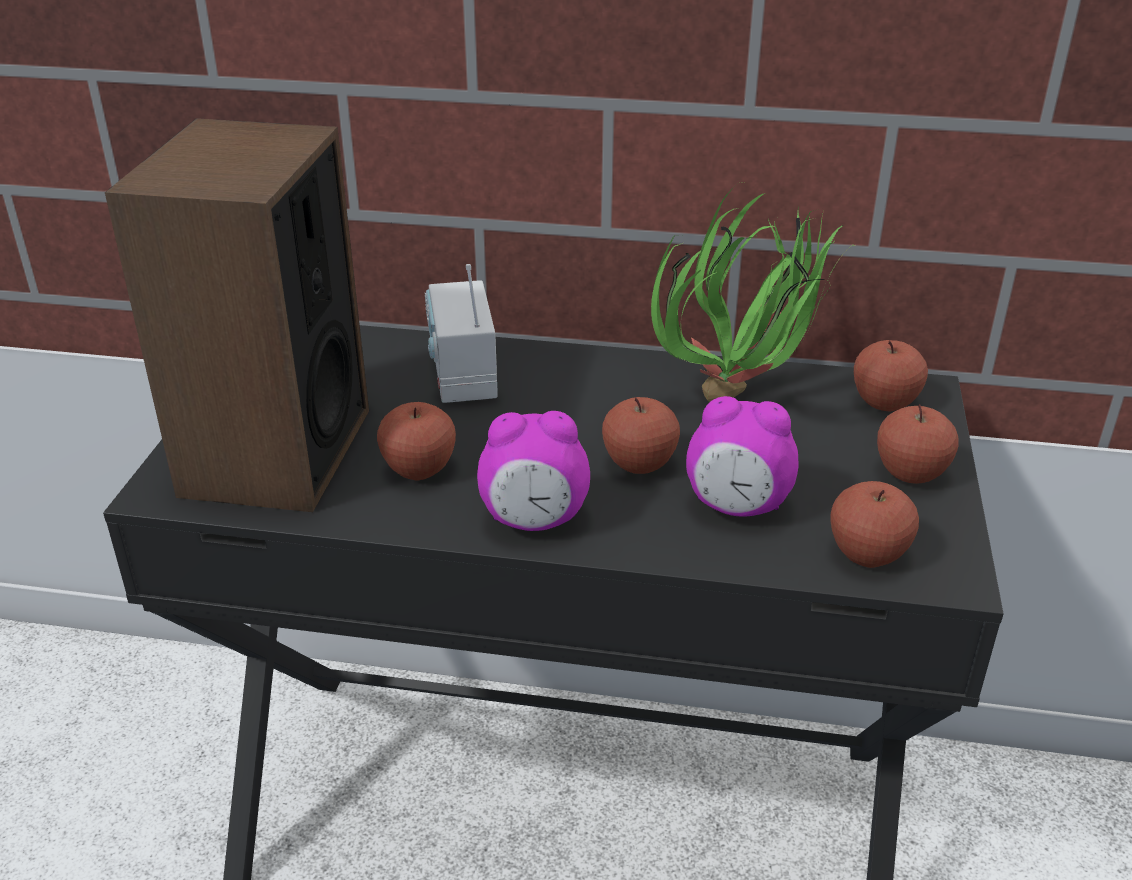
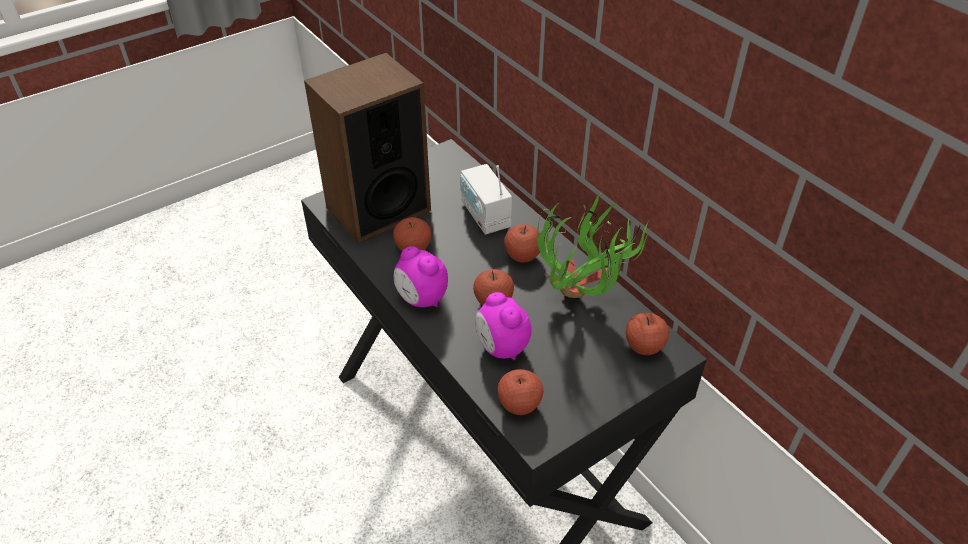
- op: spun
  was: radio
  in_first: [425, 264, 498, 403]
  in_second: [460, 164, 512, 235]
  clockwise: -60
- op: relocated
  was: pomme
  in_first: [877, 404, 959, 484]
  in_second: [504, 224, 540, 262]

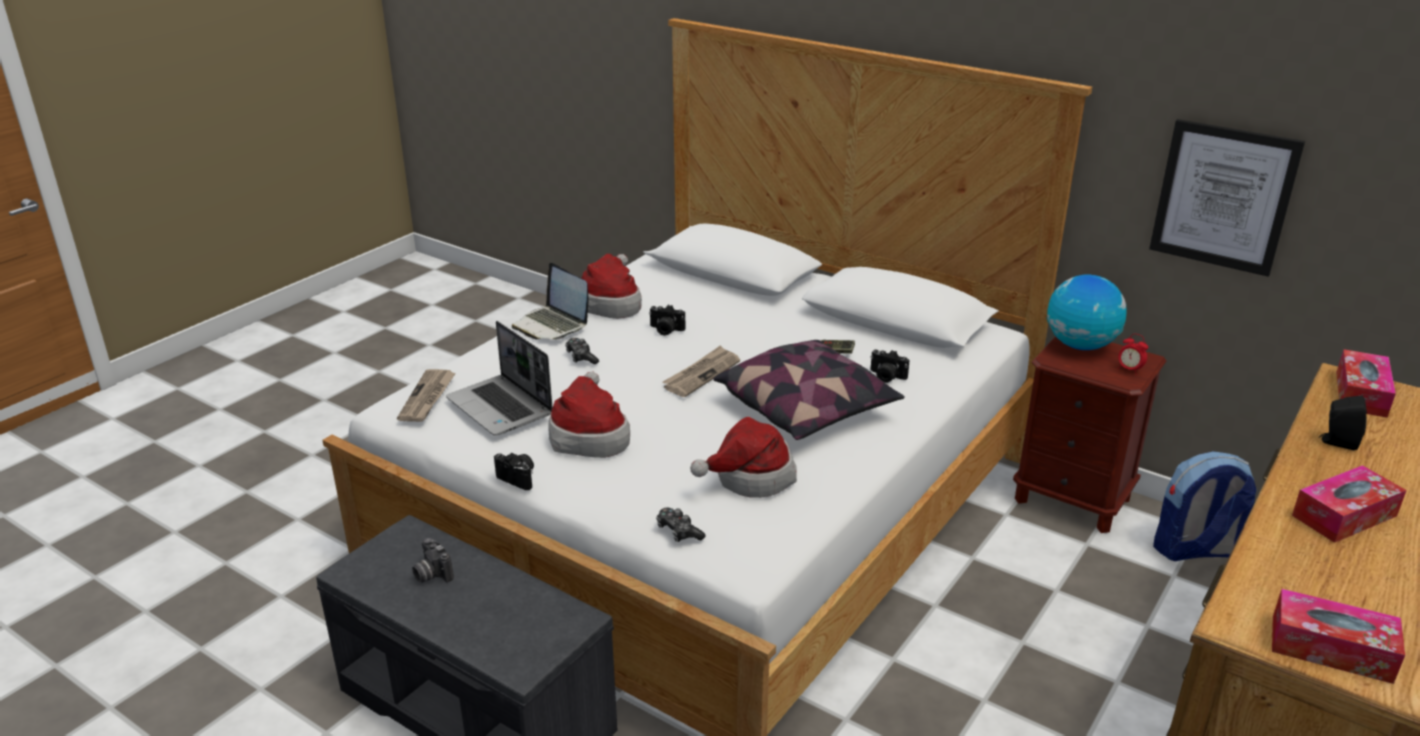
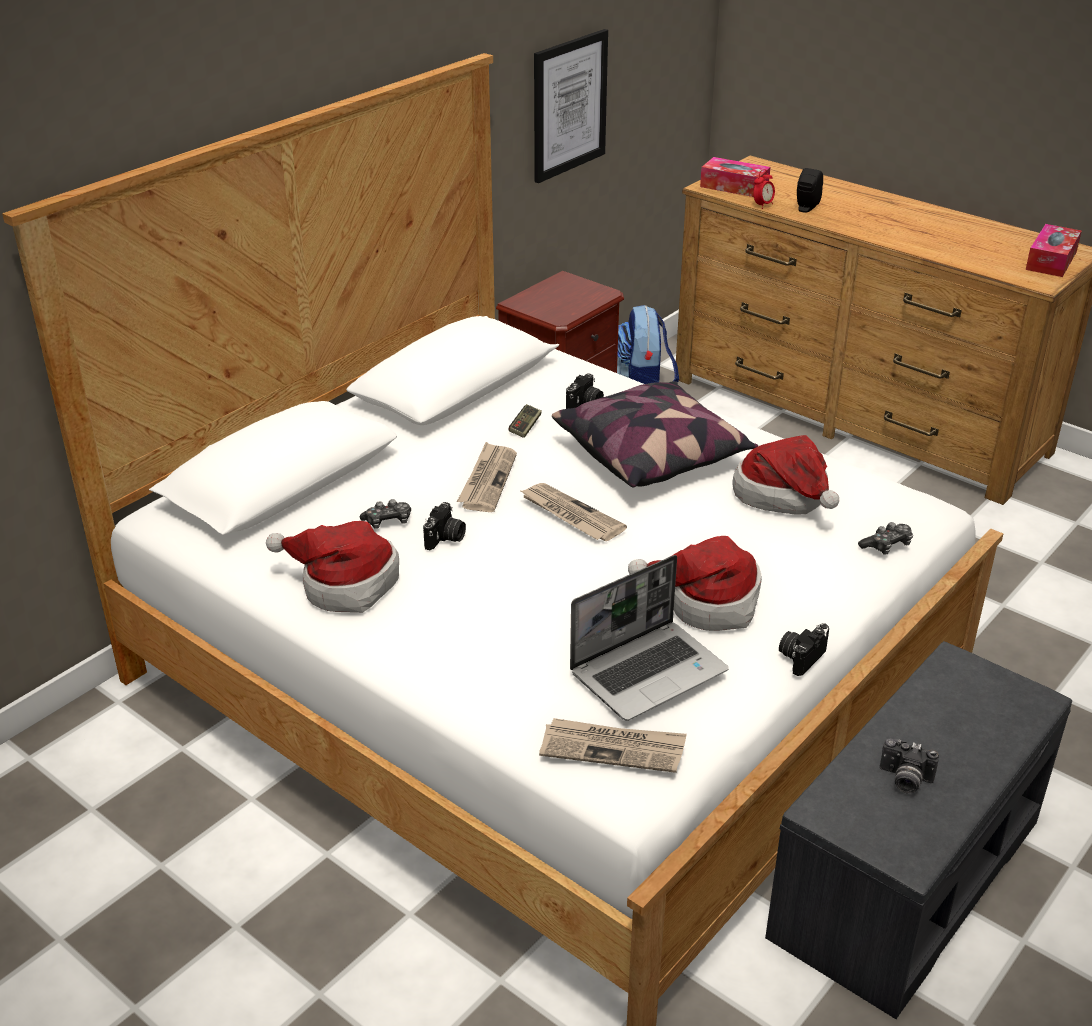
- op: relocated
  was: manette
  in_first: [565, 338, 599, 364]
  in_second: [360, 499, 411, 529]
- op: appeared
  now: journal
  in_second: [457, 442, 517, 512]
- op: relocated
  was: réveil
  in_first: [1118, 334, 1148, 375]
  in_second: [753, 169, 775, 209]
- op: spun
  was: appareil photo
  in_first: [412, 538, 454, 583]
  in_second: [880, 739, 939, 794]
  clockwise: 60
- op: missing
  was: ordinateur portable
  in_first: [512, 263, 588, 339]
- op: missing
  was: globe
  in_first: [1046, 275, 1127, 350]
- op: missing
  was: boîte à mouchoirs
  in_first: [1292, 465, 1407, 543]

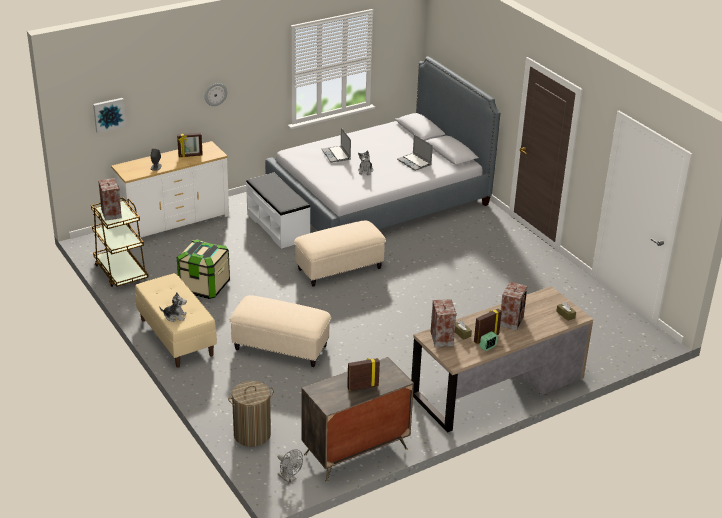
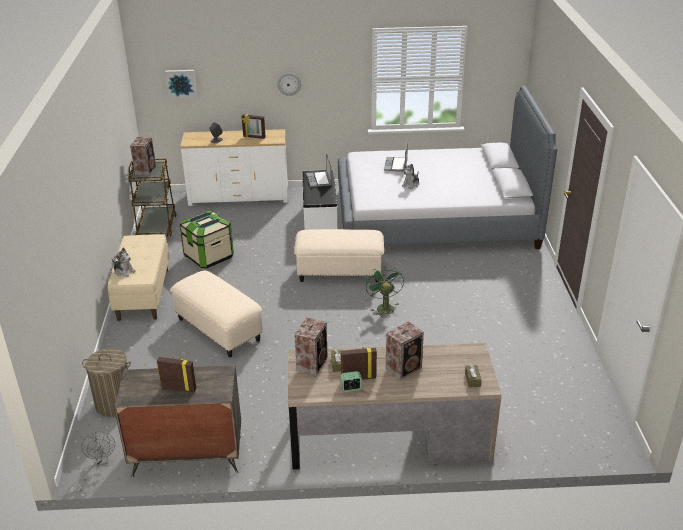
- op: relocated
  was: ordinateur portable
  in_first: [397, 135, 433, 171]
  in_second: [306, 153, 332, 187]
- op: appeared
  now: ventilateur/vert
  in_second: [366, 266, 404, 318]

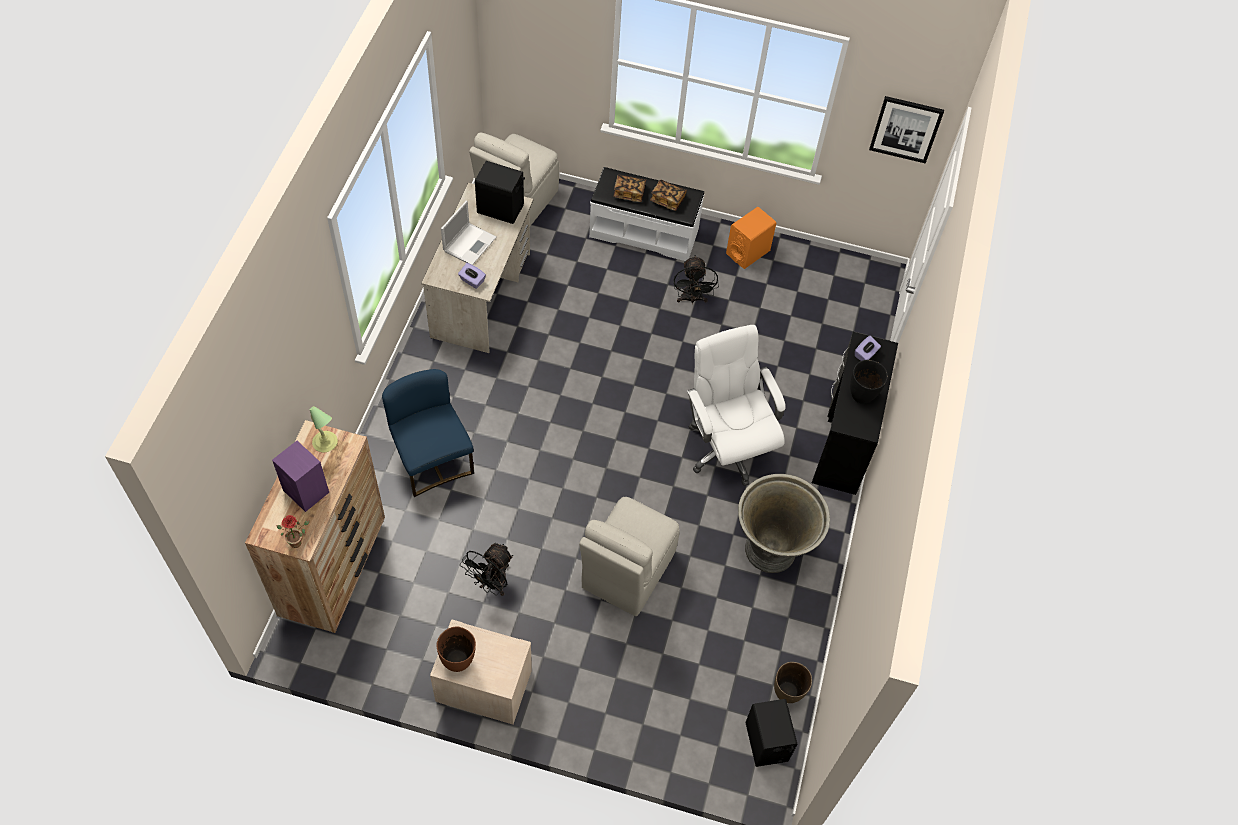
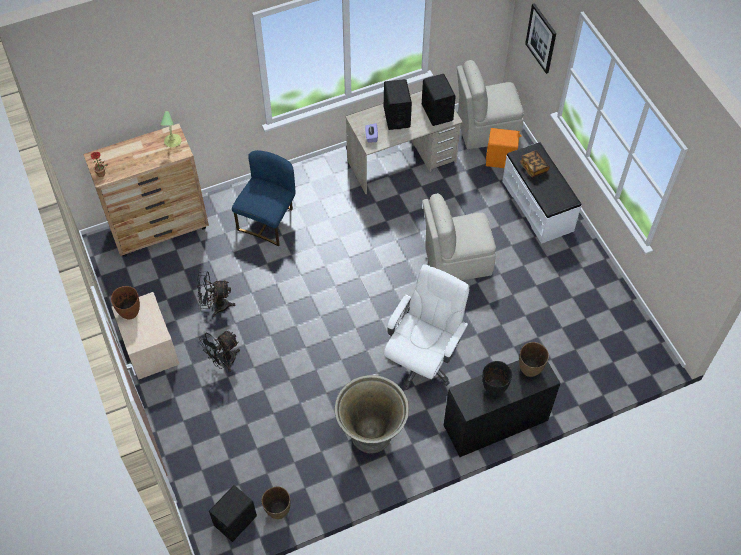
- op: relocated
  was: ventilateur/noir
  in_first: [674, 255, 719, 304]
  in_second: [199, 331, 240, 372]
- op: exchanged
  was: ordinateur portable
  now: enceinte/noir
  in_first: [441, 201, 496, 265]
  in_second: [384, 79, 412, 130]
- op: relocated
  was: chaise/beige
  in_first: [579, 497, 680, 616]
  in_second: [422, 193, 496, 280]
- op: relocated
  was: enceinte/orange
  in_first: [726, 207, 776, 269]
  in_second: [486, 128, 521, 168]
- op: exchanged
  was: boîte à mouchoirs/violet
  now: vase/marron
  in_first: [855, 336, 881, 361]
  in_second: [519, 342, 549, 377]
- op: relocated
  was: tableau
  in_first: [869, 96, 944, 163]
  in_second: [525, 3, 556, 74]
- op: missing
  was: enceinte/violet
  in_first: [272, 441, 329, 512]
- op: missing
  was: livre
  in_first: [650, 180, 687, 211]

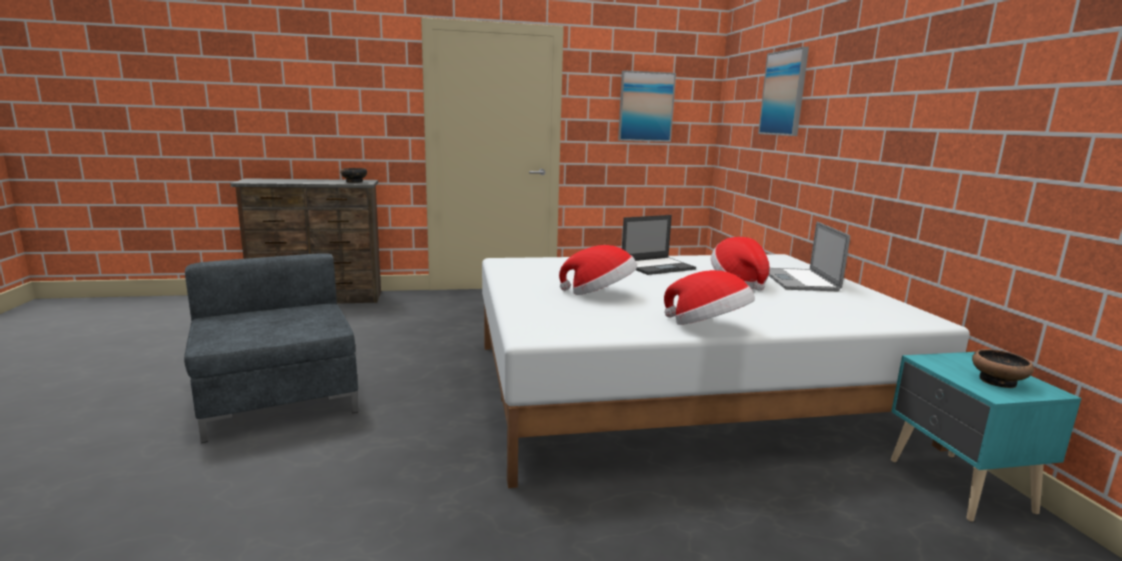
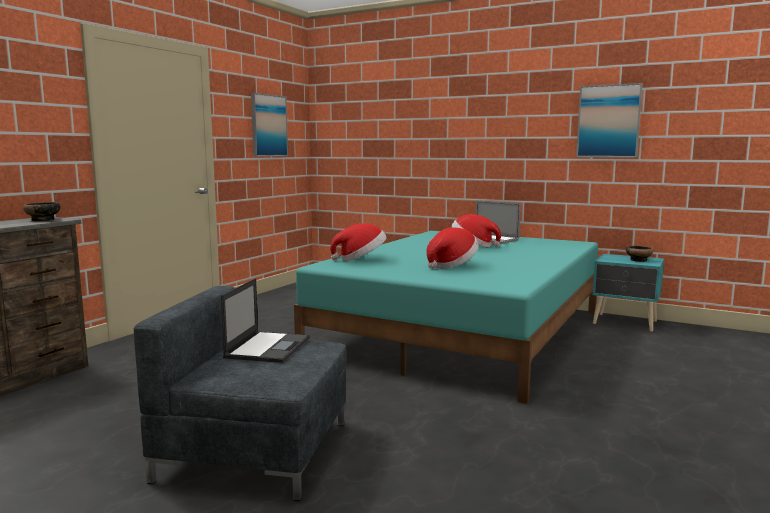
- op: relocated
  was: ordinateur portable
  in_first: [622, 215, 696, 275]
  in_second: [221, 278, 310, 363]
- op: colour
  was: lit/blanc
  now: lit/turquoise
  in_first: [482, 254, 970, 488]
  in_second: [294, 231, 598, 404]
- op: relocated
  was: chapeau
  in_first: [664, 270, 755, 325]
  in_second: [330, 223, 387, 261]
- op: relocated
  was: tableau
  in_first: [758, 47, 809, 136]
  in_second: [576, 83, 643, 158]

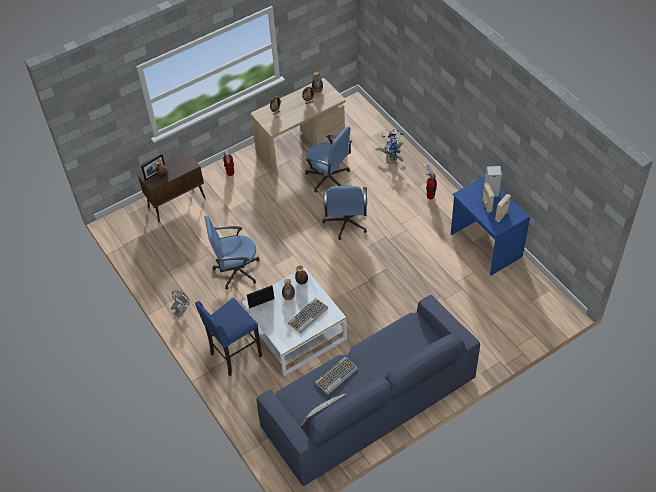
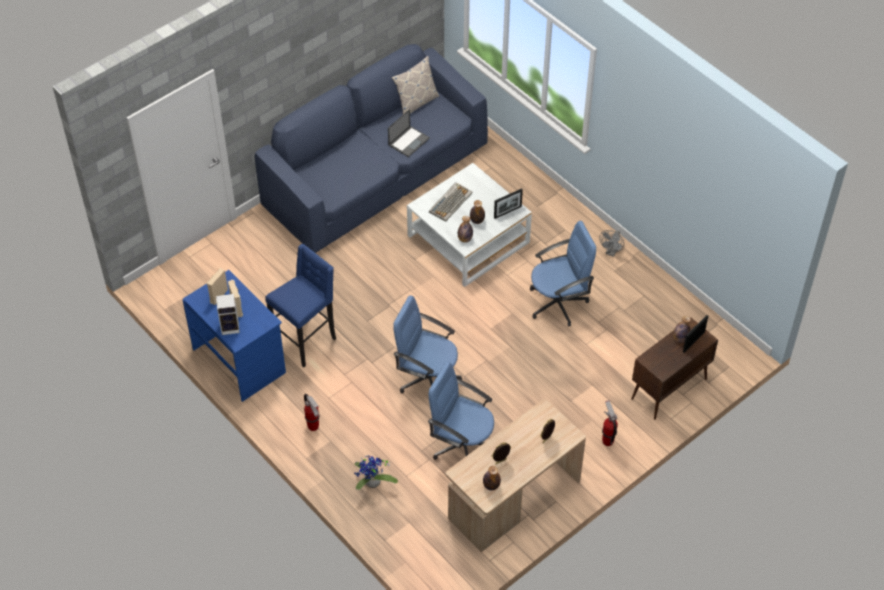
- op: relocated
  was: tabouret/bleu
  in_first: [195, 298, 262, 376]
  in_second: [265, 244, 336, 367]
- op: exchanged
  was: clavier
  now: ordinateur portable
  in_first: [315, 357, 358, 395]
  in_second: [388, 109, 430, 157]
- op: spun
  was: chaise de bureau/bleu
  in_first: [322, 185, 367, 240]
  in_second: [393, 295, 462, 393]
  clockwise: -60

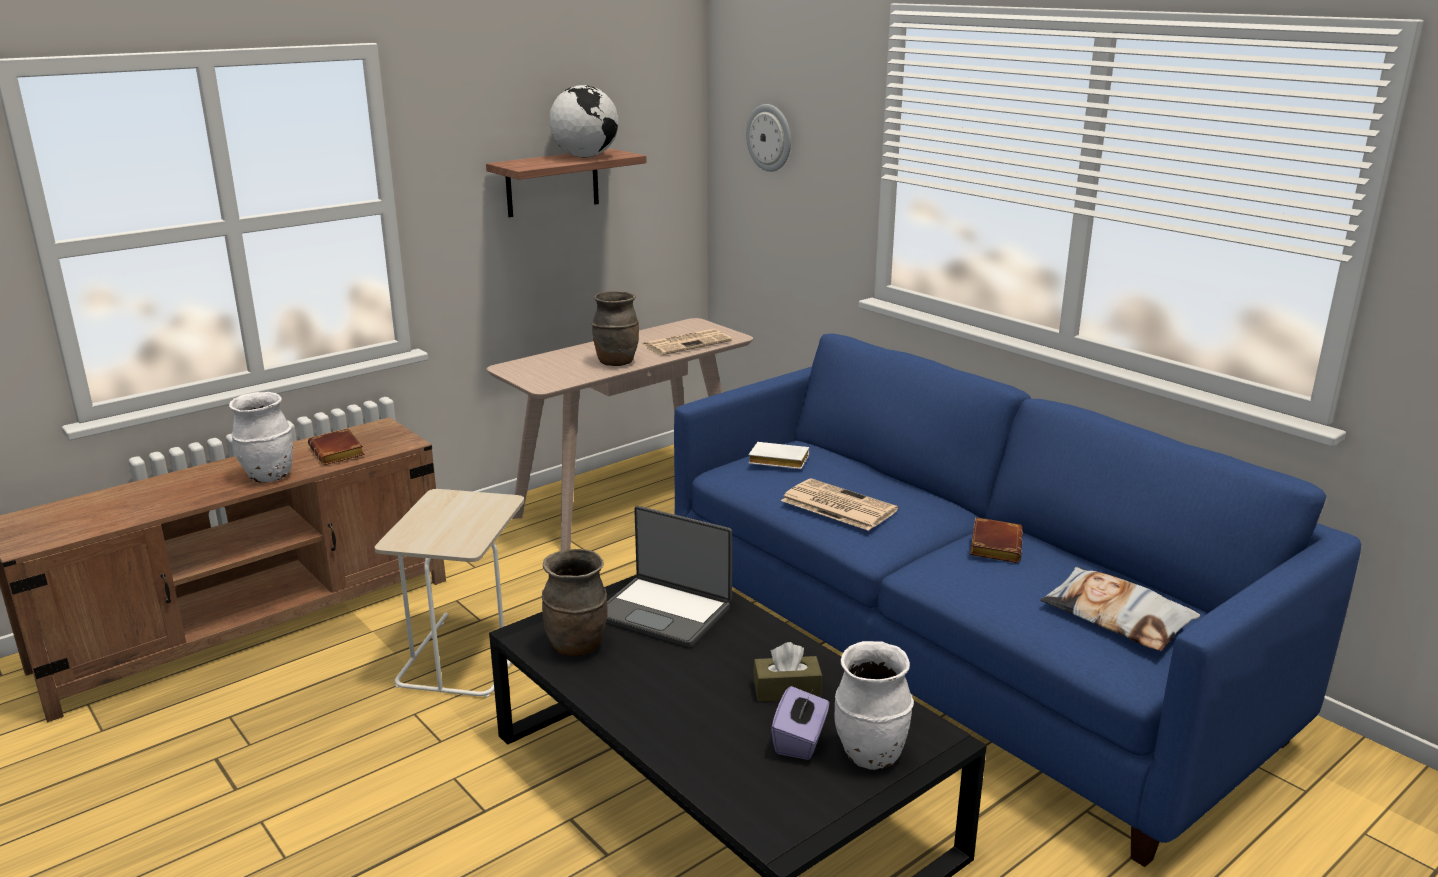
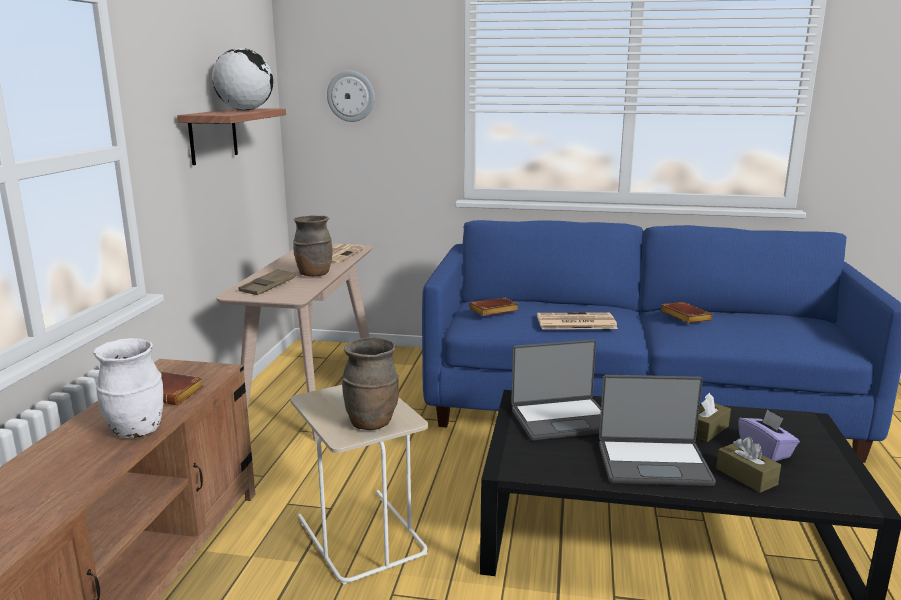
- op: appeared
  now: plateau/marron
  in_second: [239, 269, 296, 295]
- op: relocated
  was: vase/marron
  in_first: [542, 549, 607, 656]
  in_second: [342, 337, 399, 430]
- op: colour
  was: livre/blanc
  now: livre/marron
  in_first: [748, 442, 809, 469]
  in_second: [469, 297, 519, 316]
- op: appeared
  now: ordinateur portable
  in_second: [599, 375, 716, 486]
- op: appeared
  now: boîte à mouchoirs/marron
  in_second: [716, 437, 781, 493]
- op: missing
  was: vase/blanc
  in_first: [834, 641, 914, 770]
- op: missing
  was: coussin
  in_first: [1041, 567, 1200, 651]

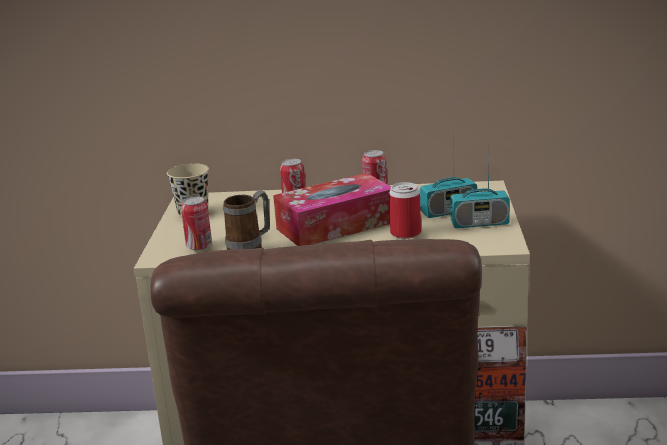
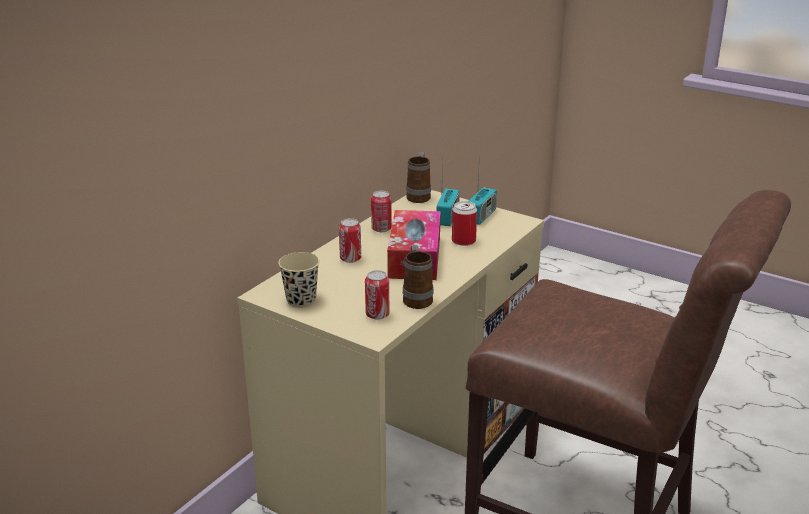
- op: appeared
  now: mug
  in_second: [406, 152, 431, 203]

